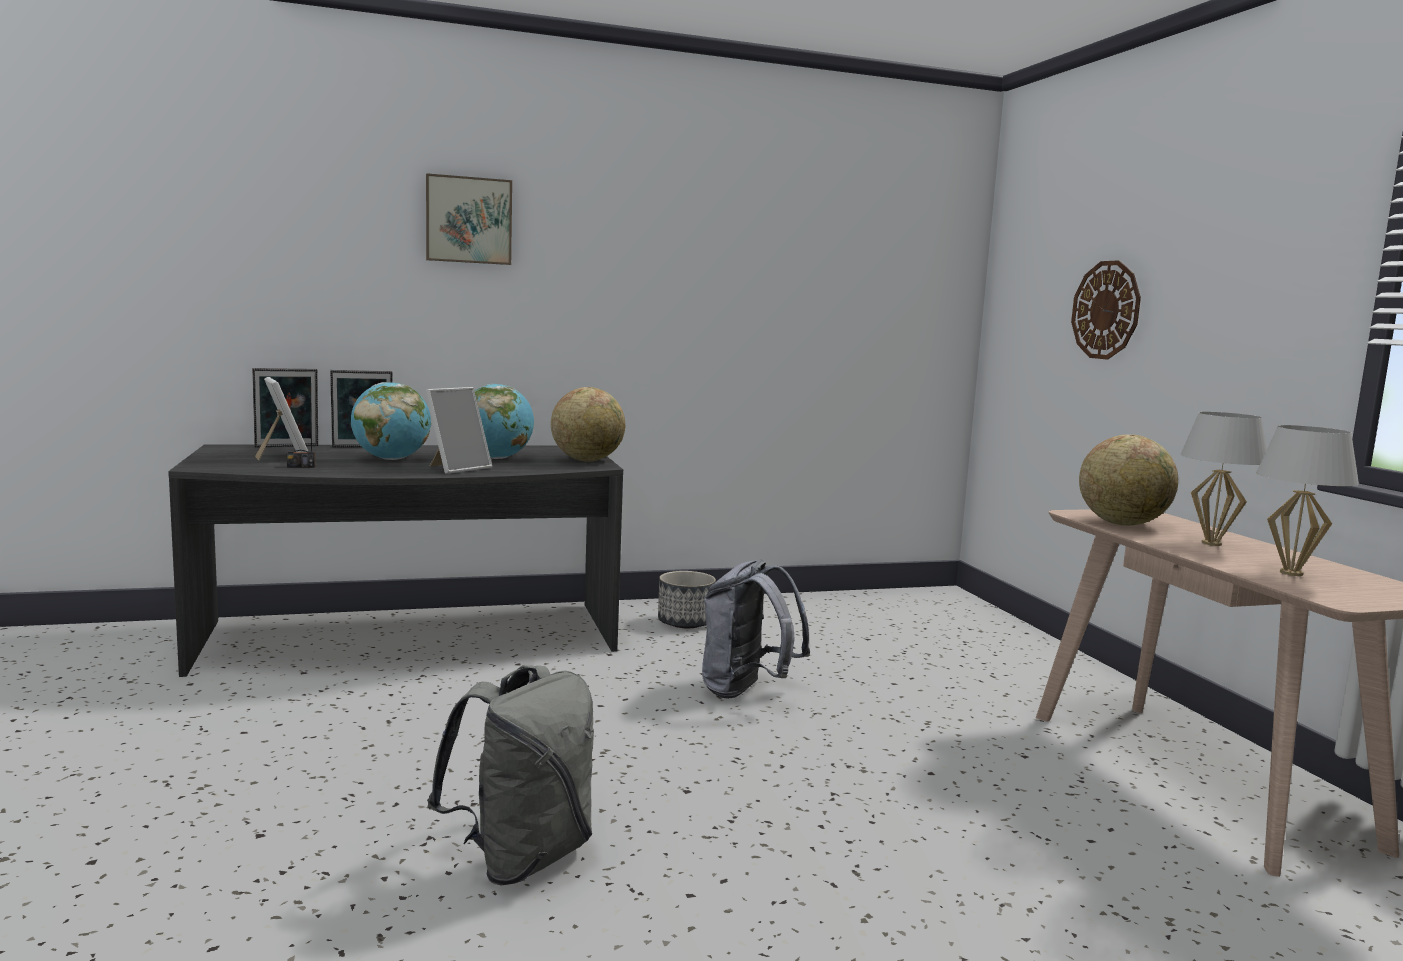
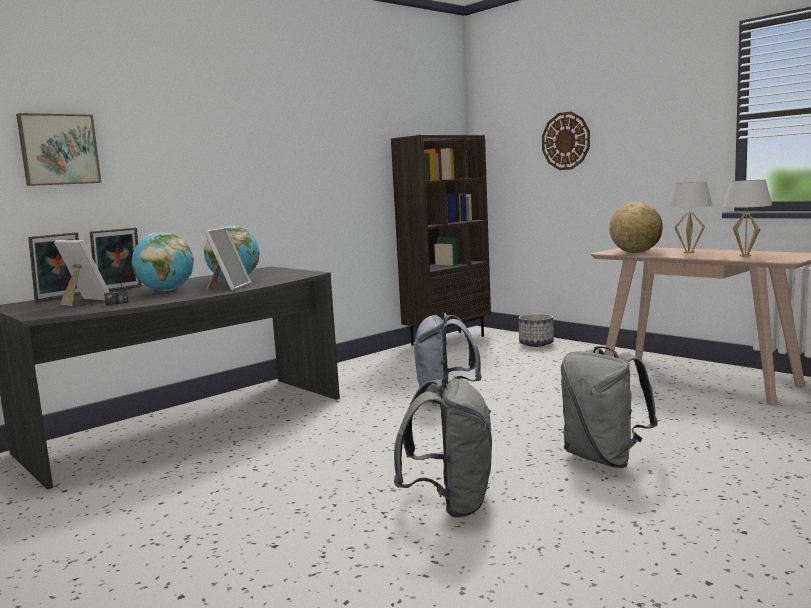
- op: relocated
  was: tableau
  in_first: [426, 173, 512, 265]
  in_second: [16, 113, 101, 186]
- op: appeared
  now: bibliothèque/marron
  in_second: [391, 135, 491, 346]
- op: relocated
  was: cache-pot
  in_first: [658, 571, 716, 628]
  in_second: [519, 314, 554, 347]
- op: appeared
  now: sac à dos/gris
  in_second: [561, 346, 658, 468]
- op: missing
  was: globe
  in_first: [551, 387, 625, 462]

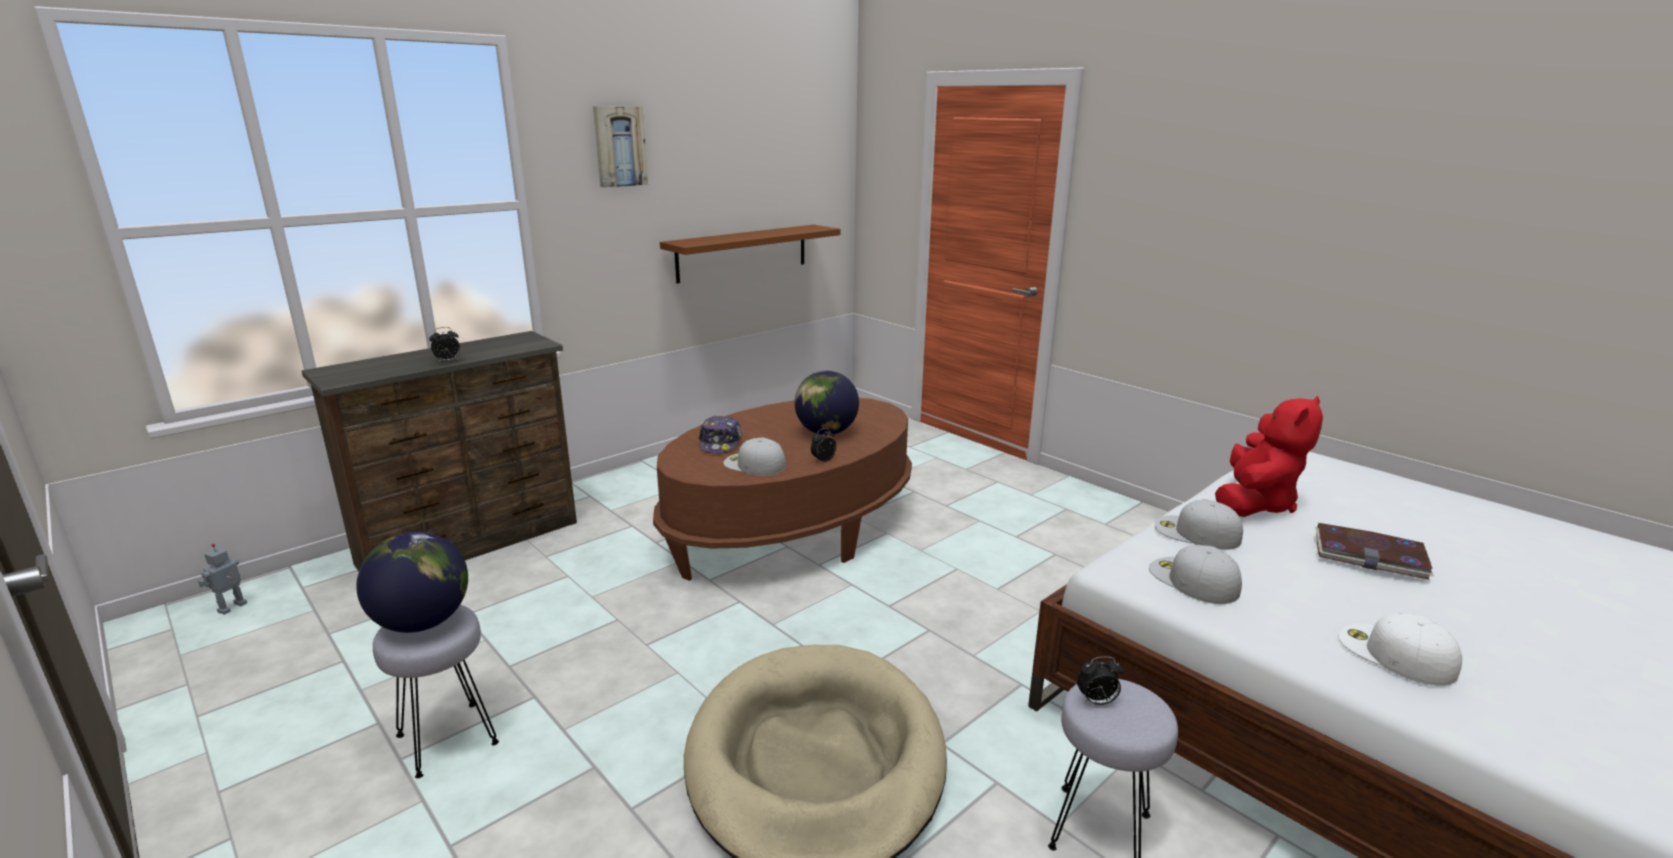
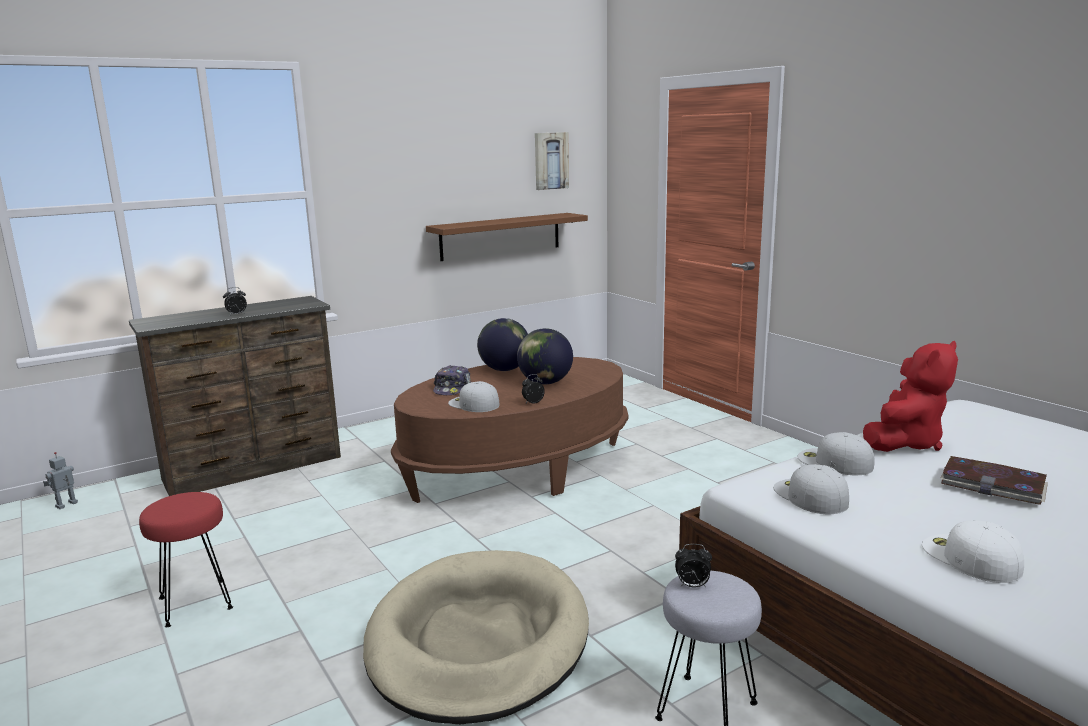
- op: colour
  was: tabouret/gris
  now: tabouret/rouge
  in_first: [373, 605, 499, 778]
  in_second: [139, 492, 233, 627]
- op: relocated
  was: globe
  in_first: [356, 532, 468, 633]
  in_second: [477, 318, 528, 371]
- op: relocated
  was: tableau
  in_first: [593, 106, 648, 187]
  in_second: [535, 132, 569, 190]

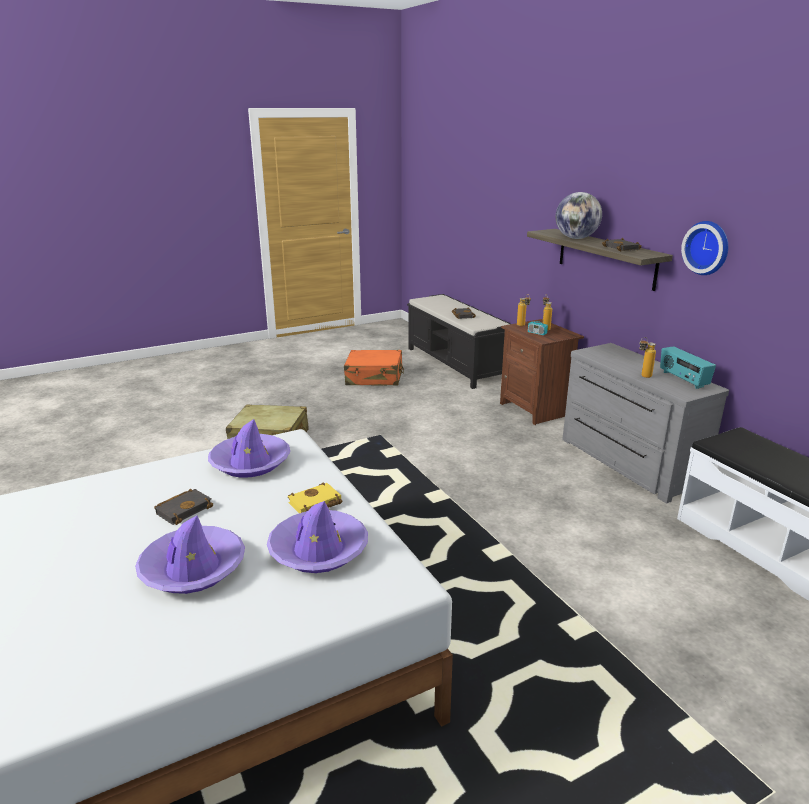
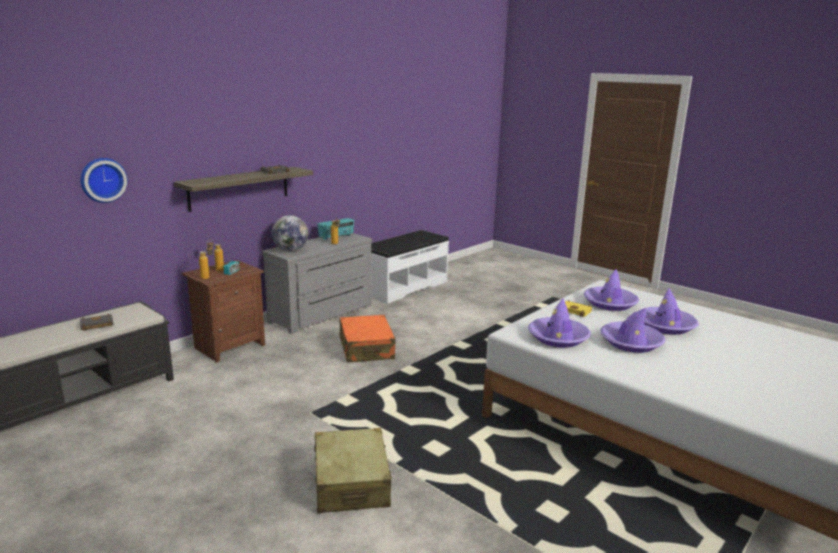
- op: relocated
  was: horloge murale
  in_first: [681, 221, 728, 275]
  in_second: [80, 158, 128, 203]
- op: relocated
  was: globe
  in_first: [556, 192, 602, 239]
  in_second: [272, 215, 308, 251]
- op: relocated
  was: valise/orange
  in_first: [344, 350, 404, 386]
  in_second: [339, 315, 396, 363]
- op: exchanged
  was: livre/noir
  now: chapeau/violet
  in_first: [154, 489, 213, 525]
  in_second: [600, 308, 666, 353]

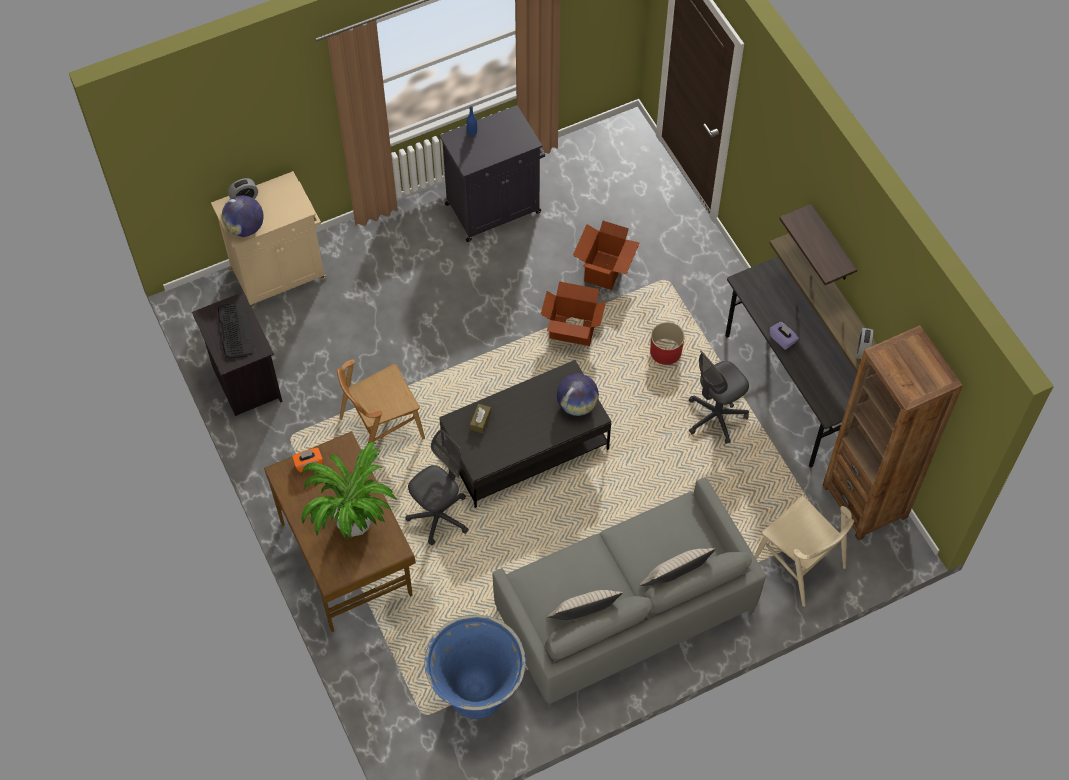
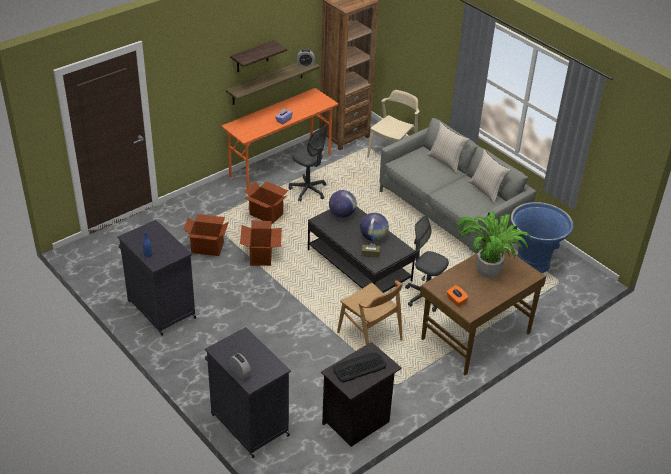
- op: colour
  was: meuble de rangement/beige
  now: meuble de rangement/noir
  in_first: [211, 171, 327, 308]
  in_second: [205, 327, 291, 458]
- op: colour
  was: bureau/gris
  now: bureau/orange
  in_first: [725, 256, 857, 468]
  in_second: [222, 88, 338, 188]
- op: exchanged
  was: cache-pot/rouge
  now: carton
  in_first: [650, 322, 684, 365]
  in_second: [244, 181, 288, 224]
- op: relocated
  was: globe
  in_first: [222, 195, 264, 237]
  in_second: [360, 213, 389, 241]

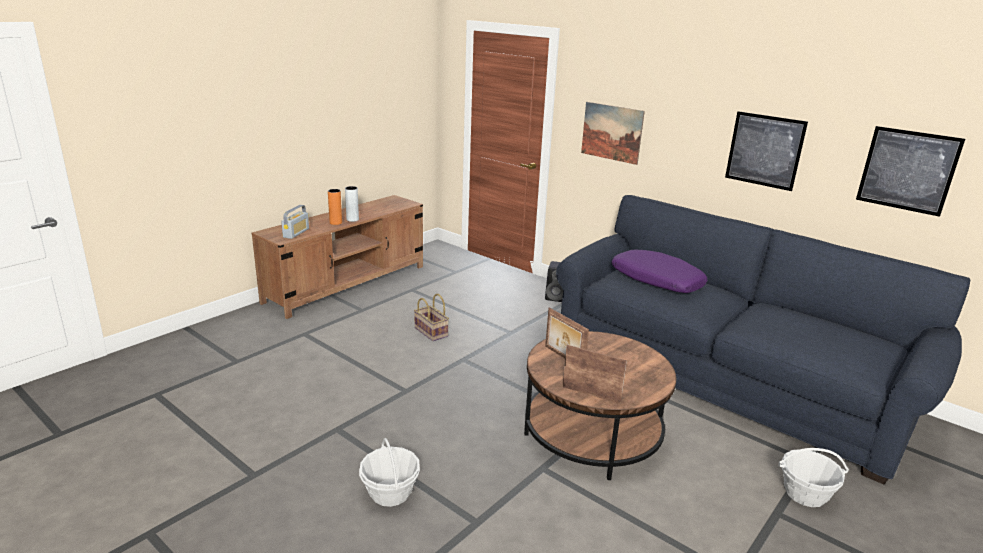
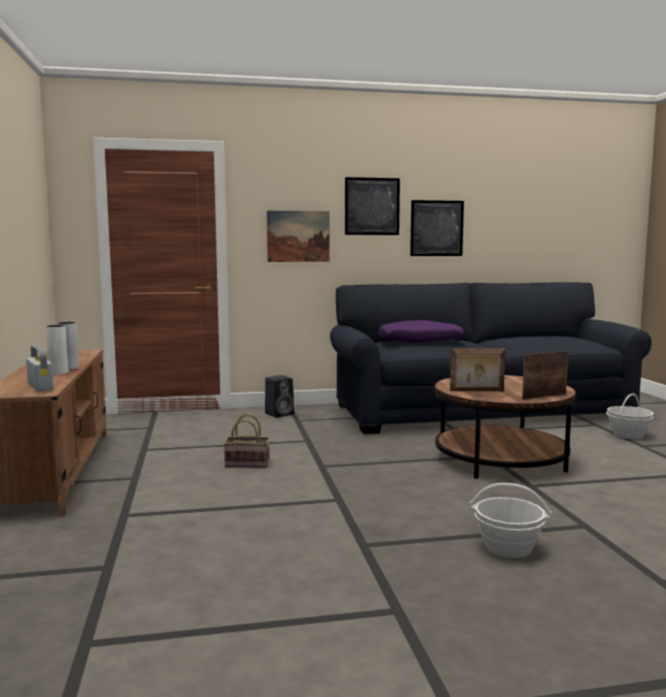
- op: colour
  was: vase/orange
  now: vase/blanc
  in_first: [328, 189, 342, 225]
  in_second: [46, 325, 68, 375]
- op: relocated
  was: tableau
  in_first: [856, 126, 965, 217]
  in_second: [345, 177, 400, 235]

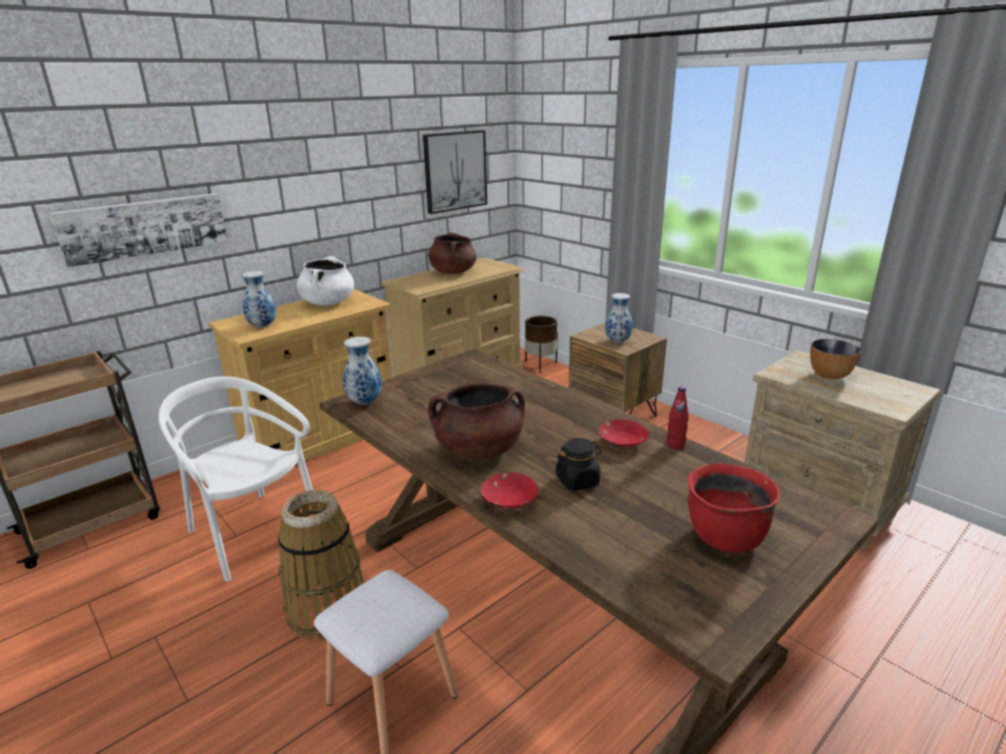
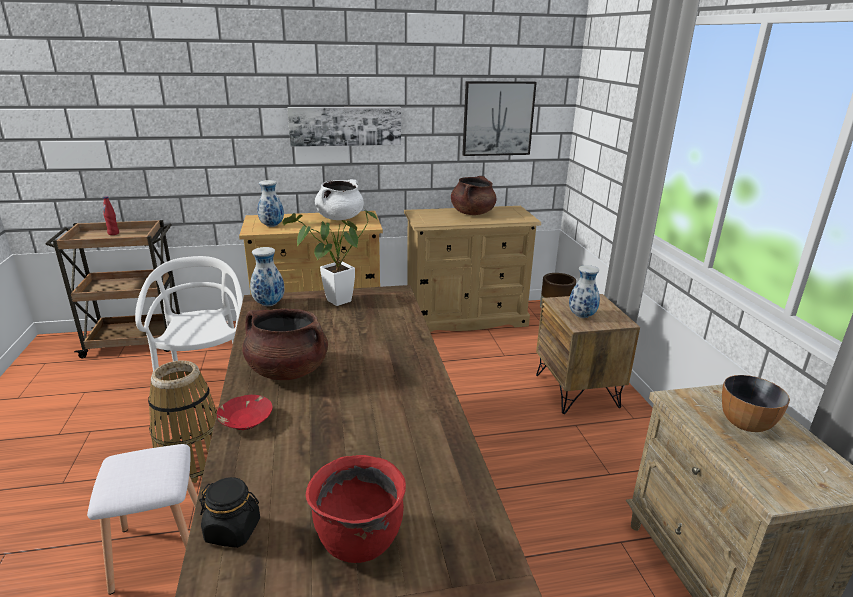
- op: relocated
  was: bouteille/rouge
  in_first: [667, 386, 689, 450]
  in_second: [103, 197, 119, 235]
- op: relocated
  was: bocal/noir
  in_first: [556, 438, 602, 491]
  in_second: [199, 477, 260, 548]
- op: appeared
  now: plante en pot
  in_second: [282, 210, 377, 306]
- op: relocated
  was: tableau
  in_first: [50, 193, 228, 268]
  in_second: [287, 107, 401, 147]
- op: missing
  was: bol/rouge
  in_first: [599, 420, 649, 449]

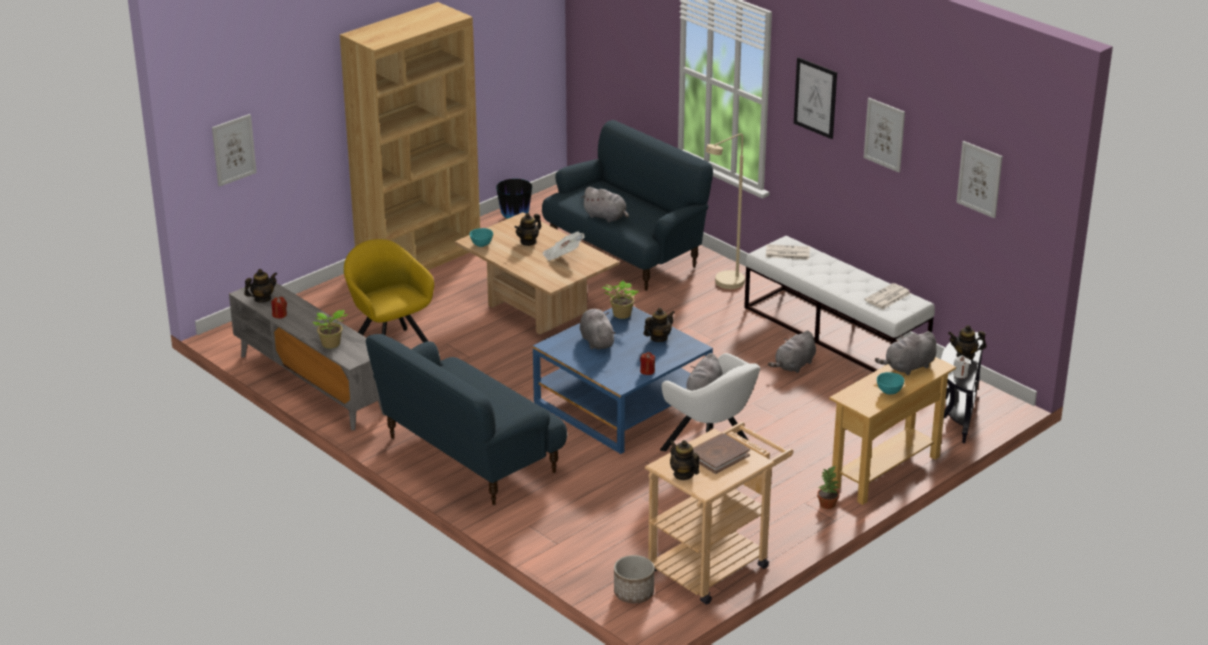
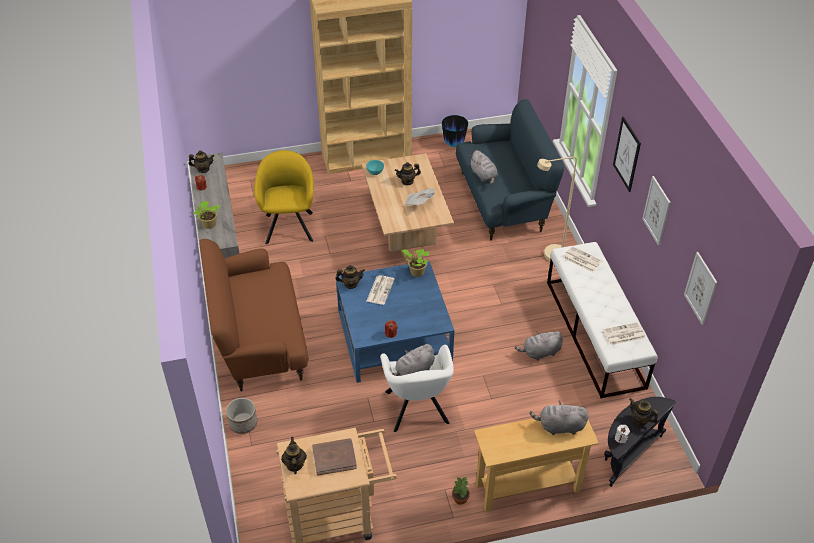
- op: colour
  was: canapé/bleu
  now: canapé/marron
  in_first: [366, 334, 567, 505]
  in_second: [199, 239, 309, 391]
- op: relocated
  was: cache-pot
  in_first: [614, 555, 654, 603]
  in_second: [226, 398, 257, 434]
- op: relocated
  was: théière
  in_first: [644, 308, 675, 342]
  in_second: [335, 265, 365, 289]
- op: exchanged
  was: peluche/gris
  now: journal
  in_first: [580, 309, 616, 349]
  in_second: [367, 275, 395, 305]
- op: missing
  was: tableau
  in_first: [212, 114, 257, 187]
- op: missing
  was: bol/turquoise
  in_first: [877, 372, 904, 395]

